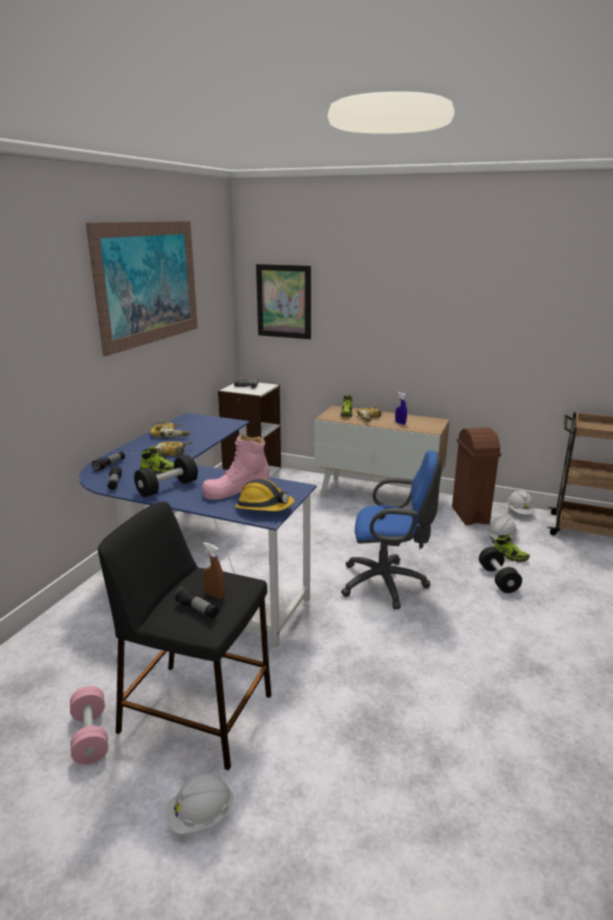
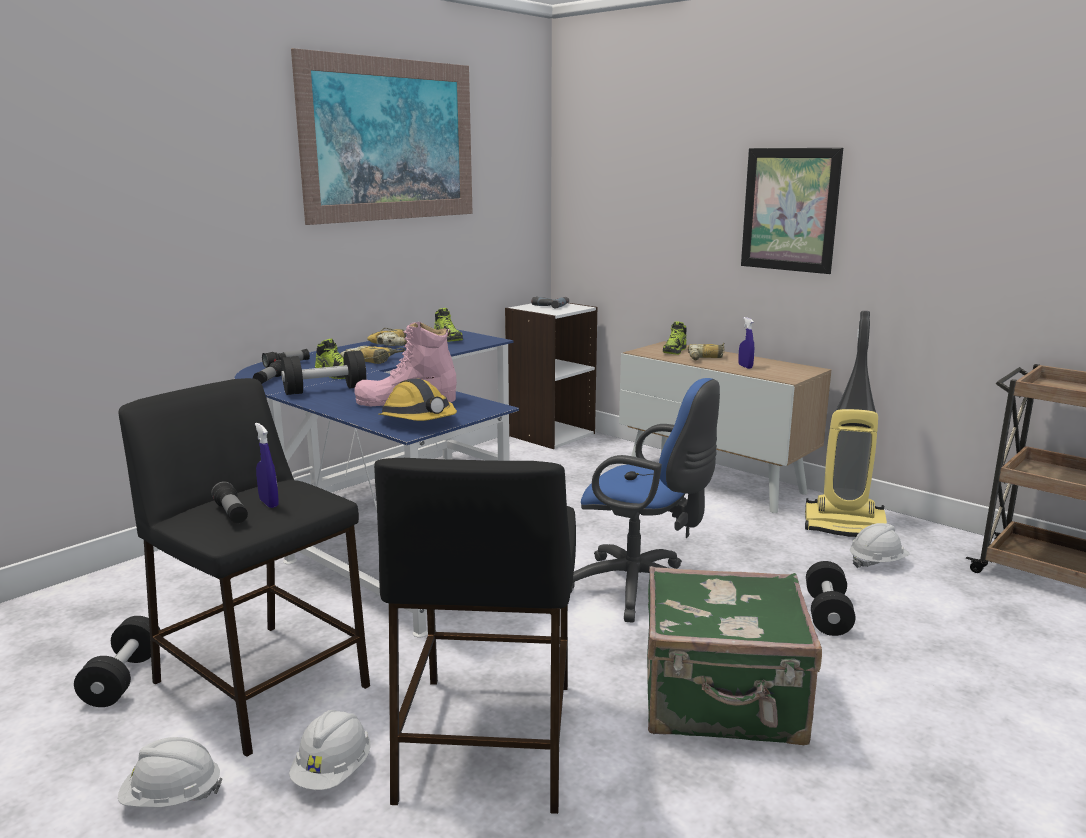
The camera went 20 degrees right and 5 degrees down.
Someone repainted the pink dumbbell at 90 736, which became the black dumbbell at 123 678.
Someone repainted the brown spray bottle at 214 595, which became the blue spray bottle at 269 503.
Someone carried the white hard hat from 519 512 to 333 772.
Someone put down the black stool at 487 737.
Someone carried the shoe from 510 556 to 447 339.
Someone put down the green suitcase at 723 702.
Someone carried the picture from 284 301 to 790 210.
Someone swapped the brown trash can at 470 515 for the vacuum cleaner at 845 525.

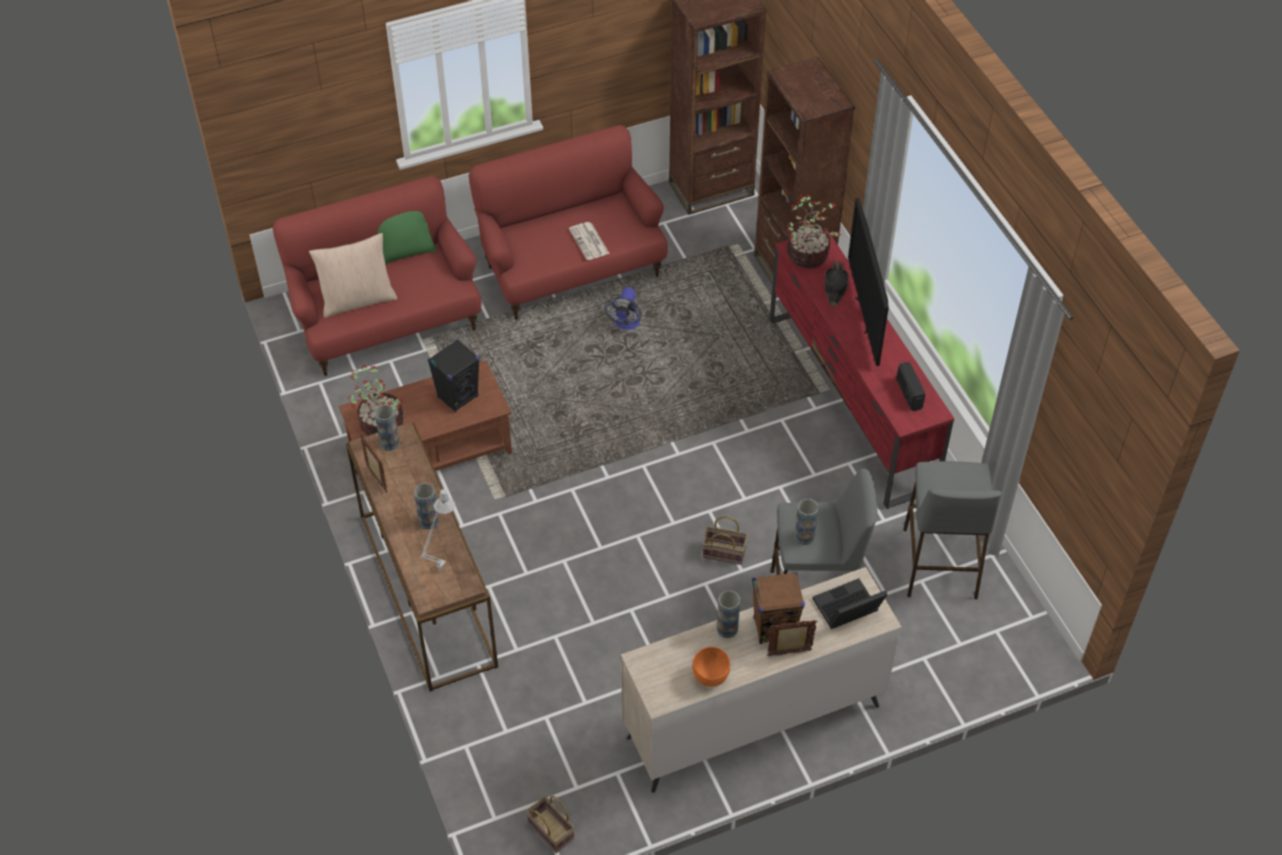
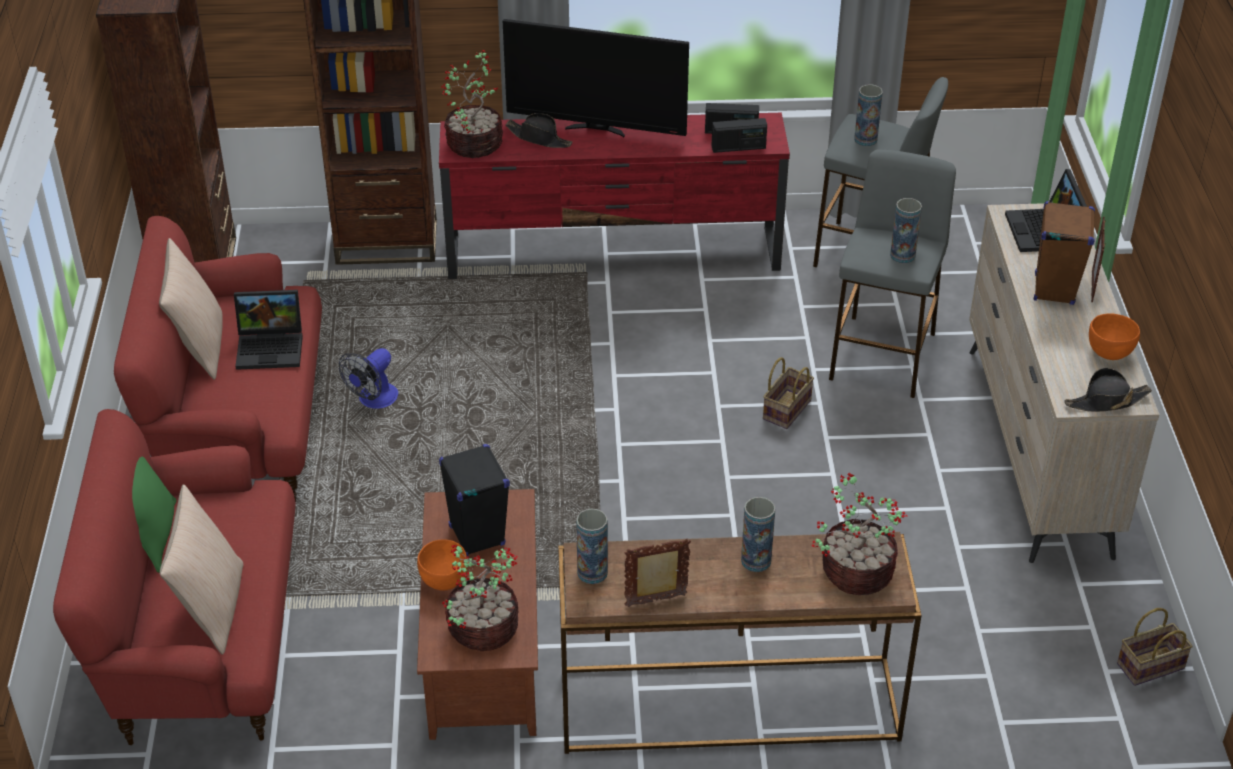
The camera went 70 degrees left and 10 degrees down.
Someone put down the beige pillow at 199 346.
Someone swapped the newspaper at 589 242 for the laptop at 272 347.
Someone rotated the fan at 625 324 by 90 degrees clockwise.
Someone put down the orange bowl at 444 581.
Someone put down the radio at 738 147.
Someone swapped the grey table lamp at 437 575 for the potted plant at 854 572.
Someone carried the vase from 727 629 to 865 139.
Someone put down the black hat at 1106 401.

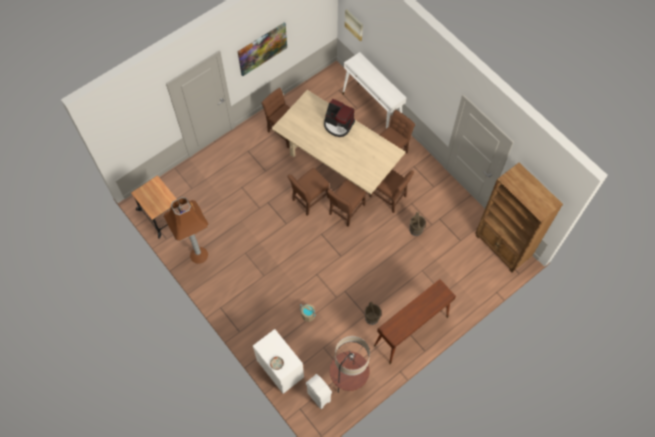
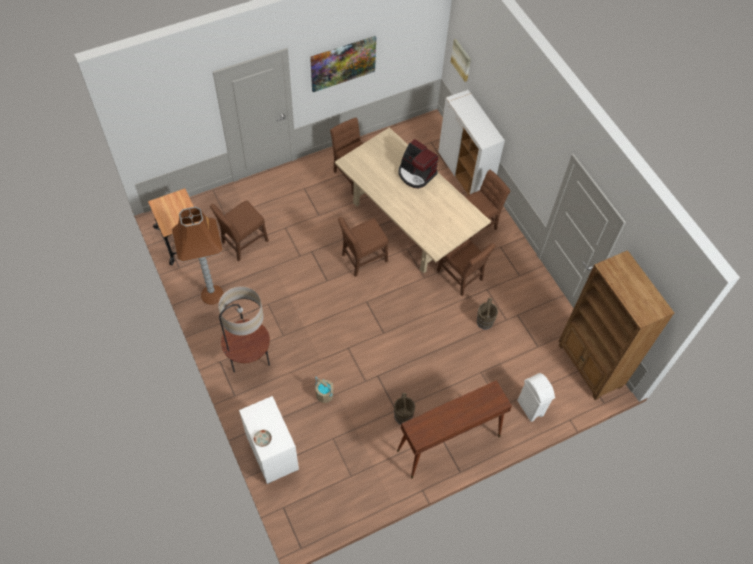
The camera went 10 degrees right and 5 degrees down.
Someone carried the brown chair from 346 211 to 243 243.
Someone carried the floor lamp from 348 381 to 250 362.
Someone swapped the white console table at 372 110 for the white cabinet at 465 173.
Someone carried the white trash can from 319 397 to 530 408.

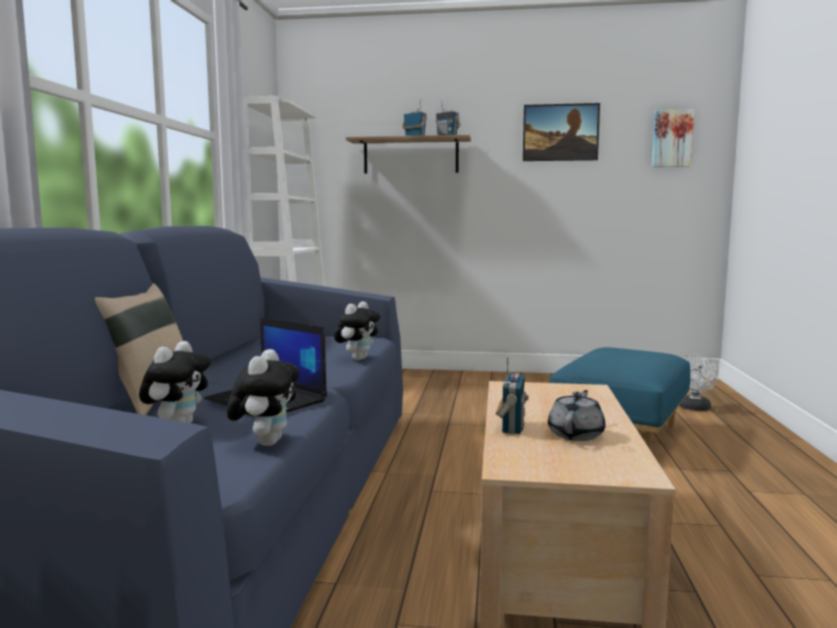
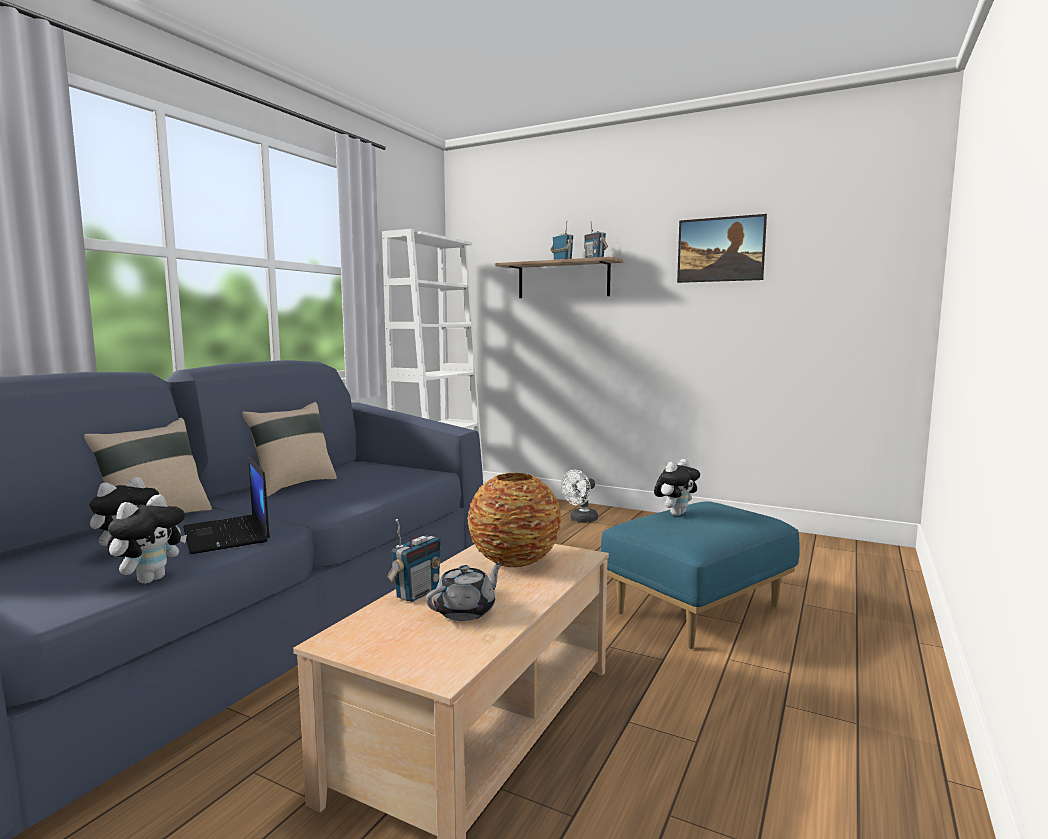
The camera went 20 degrees right and 0 degrees up.
Someone put down the beige pillow at 293 485.
Someone put down the vase at 515 560.
Someone carried the white fan from 694 408 to 580 520.
Someone carried the plush toy from 358 359 to 676 513.
Someone took away the picture at 672 139.

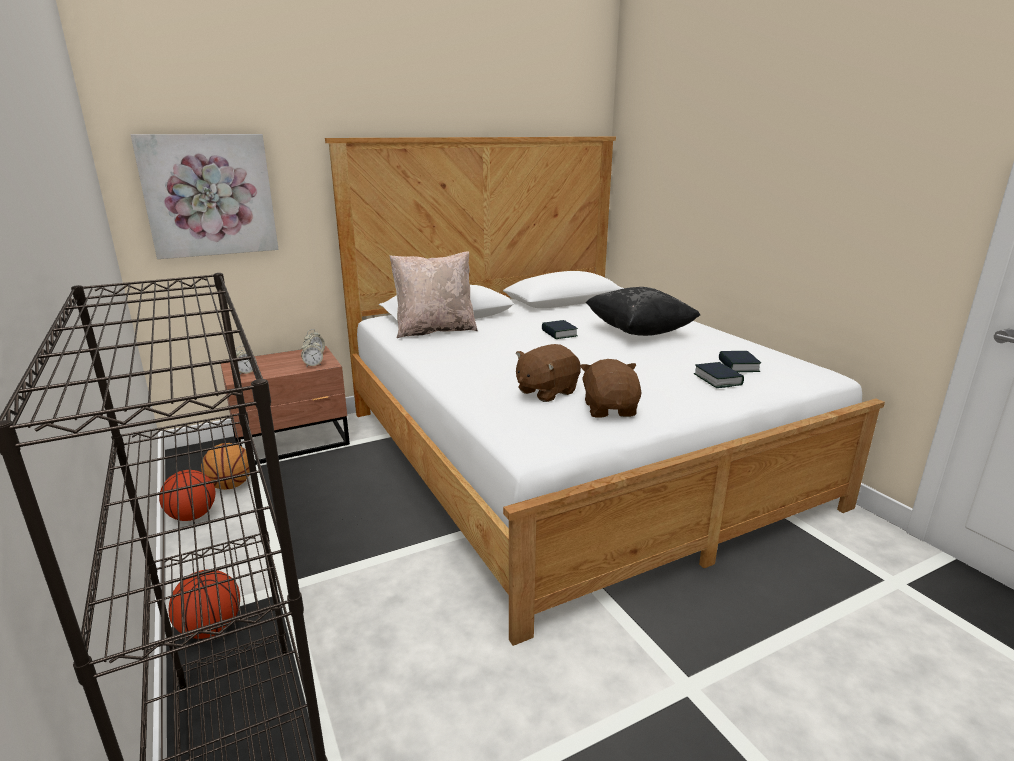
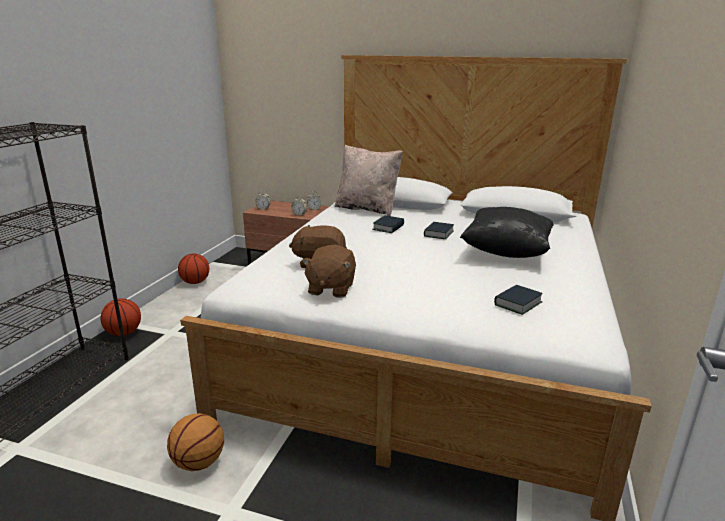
The camera went 45 degrees right and 0 degrees up.
Someone carried the basketball from 230 486 to 198 462.
Someone rotated the brown plush toy at 610 409 by 150 degrees clockwise.
Someone carried the book from 717 379 to 388 227.
Someone took away the picture at 209 195.

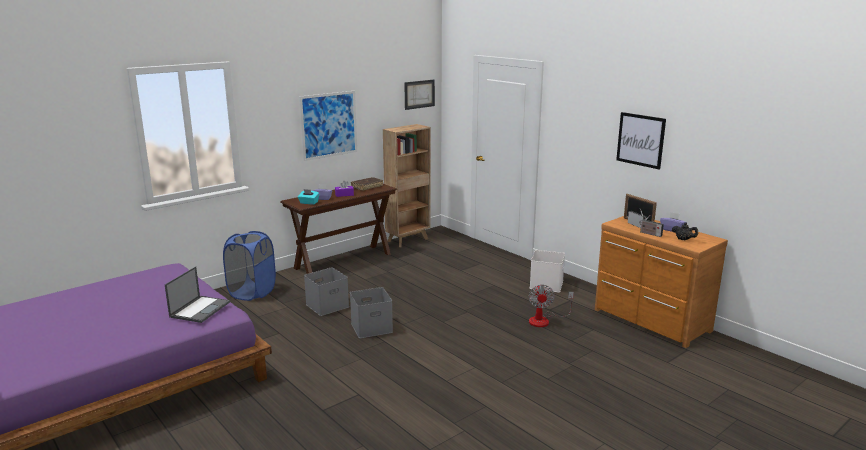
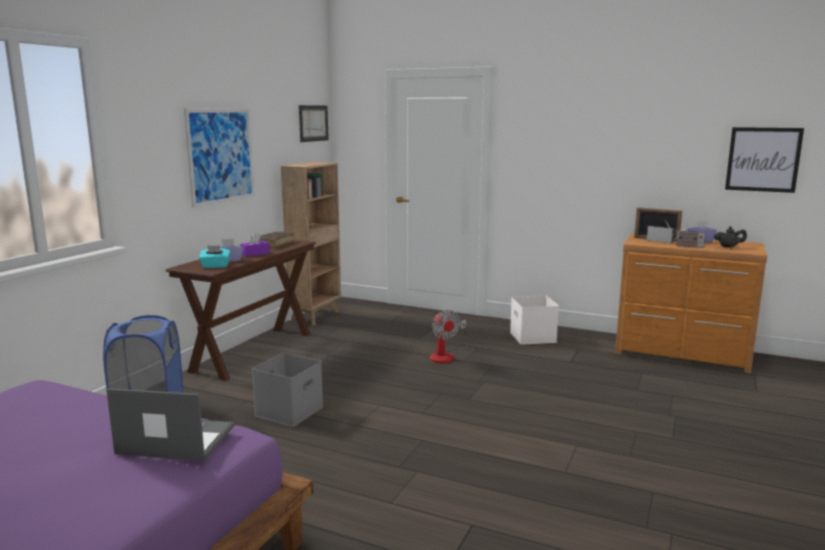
The camera went 25 degrees left and 5 degrees down.
Someone rotated the laptop at 200 309 by 75 degrees counterclockwise.
Someone carried the fan from 544 320 to 446 355.
Someone carried the picture from 640 140 to 763 159.
Someone took away the grey storage box at 372 327.

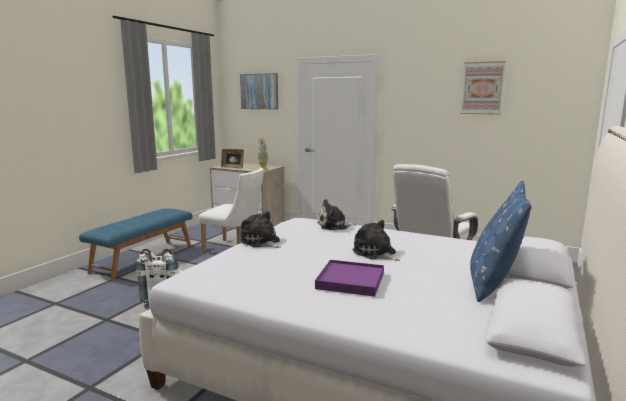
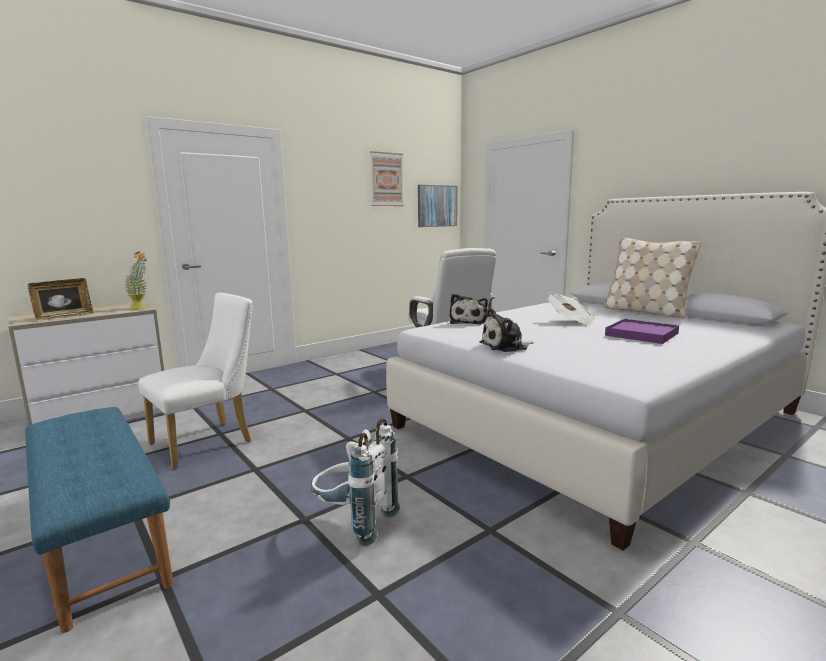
The camera went 65 degrees left and 0 degrees up.
Someone carried the picture from 259 91 to 437 206.
Someone swapped the plush toy at 375 253 for the newspaper at 570 322.
Someone repainted the blue pillow at 493 283, which became the beige pillow at 645 312.

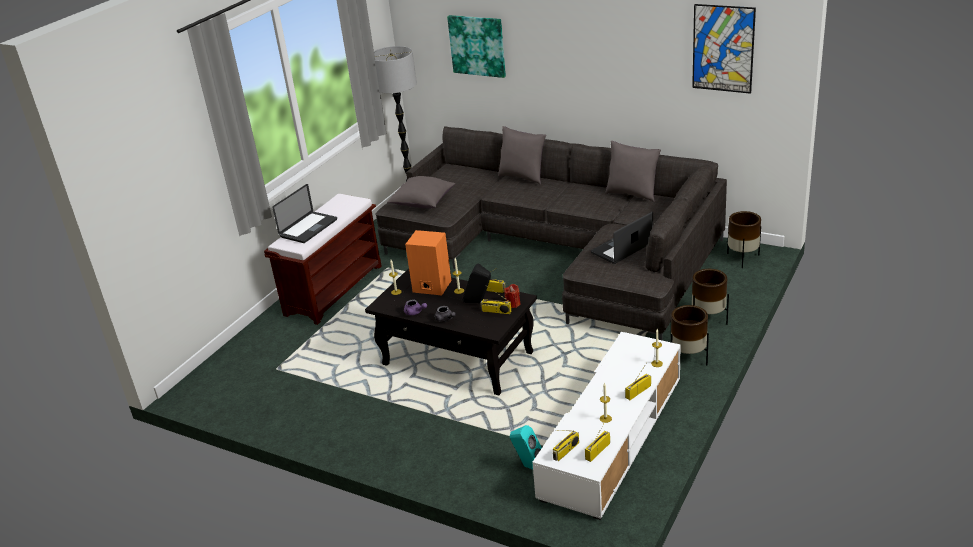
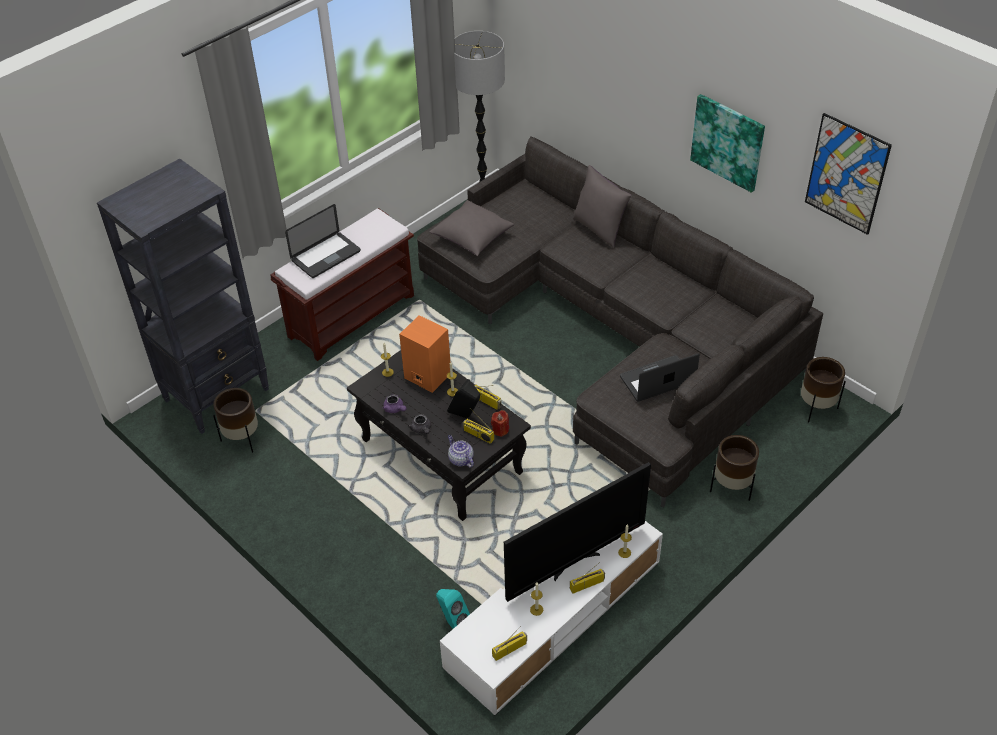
The camera went 15 degrees right and 15 degrees up.
Someone put down the black bookcase at 217 394.
Someone carried the brown planter from 688 358 to 242 438.
Someone put down the teapot at 460 459.
Someone put down the television at 574 563.
Someone carried the picture from 477 45 to 728 142.
Someone took away the radio at 566 451.
Someone took away the grey pillow at 632 194.

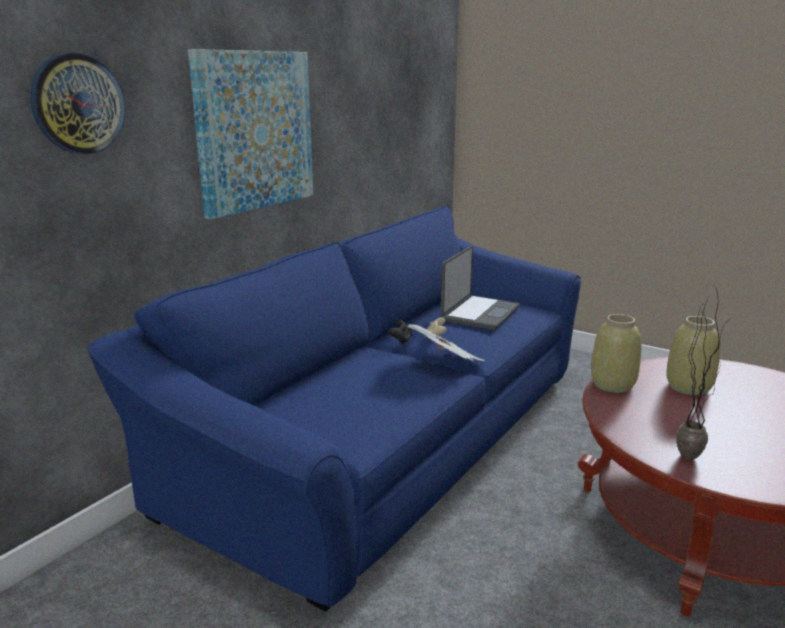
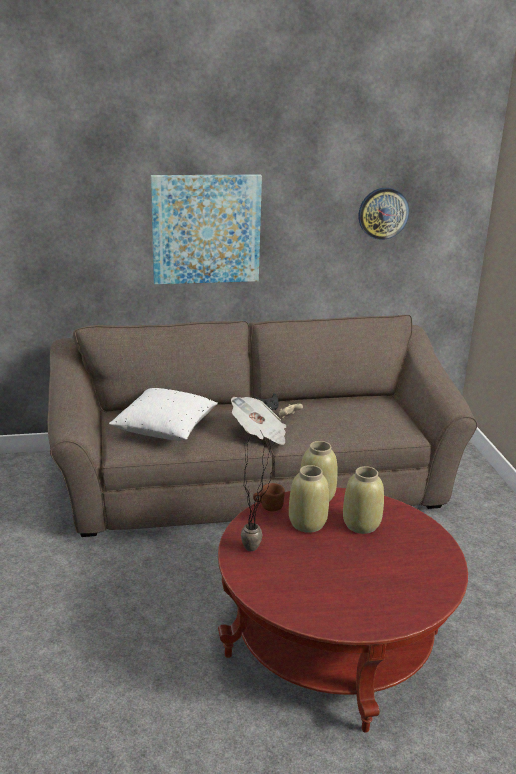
The camera went 45 degrees right and 5 degrees up.
Someone repainted the blue sofa at 391 437, which became the brown sofa at 255 481.
Someone put down the white pillow at 165 429.
Someone put down the brown mug at 268 507.
Someone put down the beige vase at 308 523.
Someone carried the wall clock from 78 104 to 383 213.
Someone took away the laptop at 479 313.

